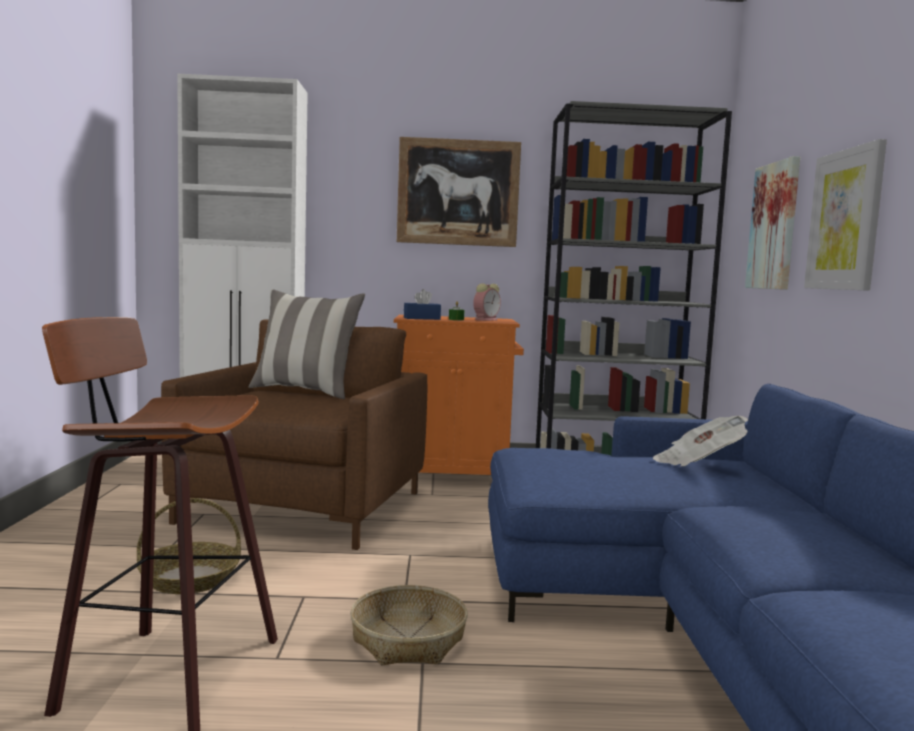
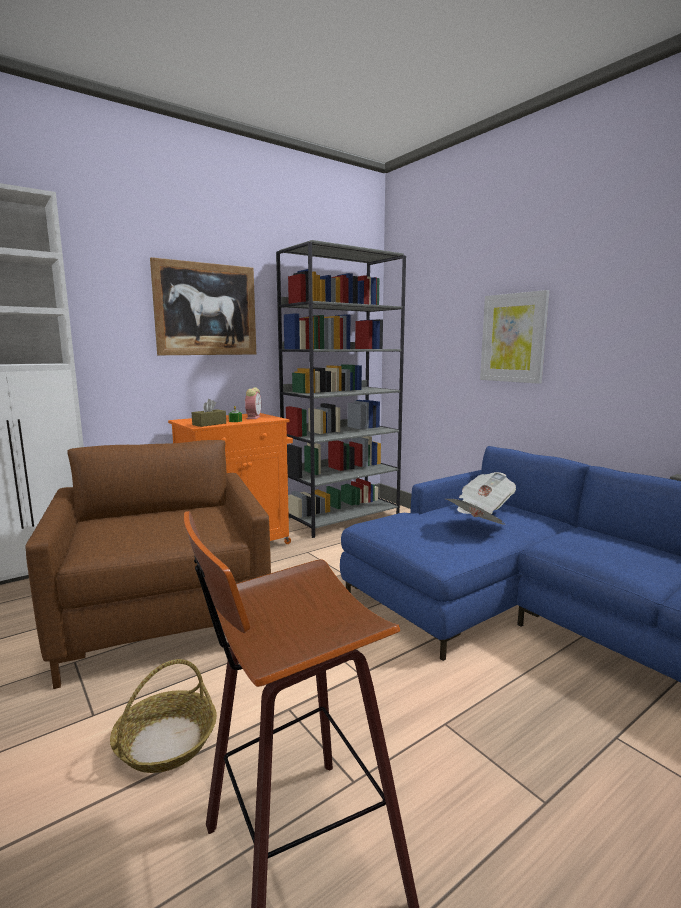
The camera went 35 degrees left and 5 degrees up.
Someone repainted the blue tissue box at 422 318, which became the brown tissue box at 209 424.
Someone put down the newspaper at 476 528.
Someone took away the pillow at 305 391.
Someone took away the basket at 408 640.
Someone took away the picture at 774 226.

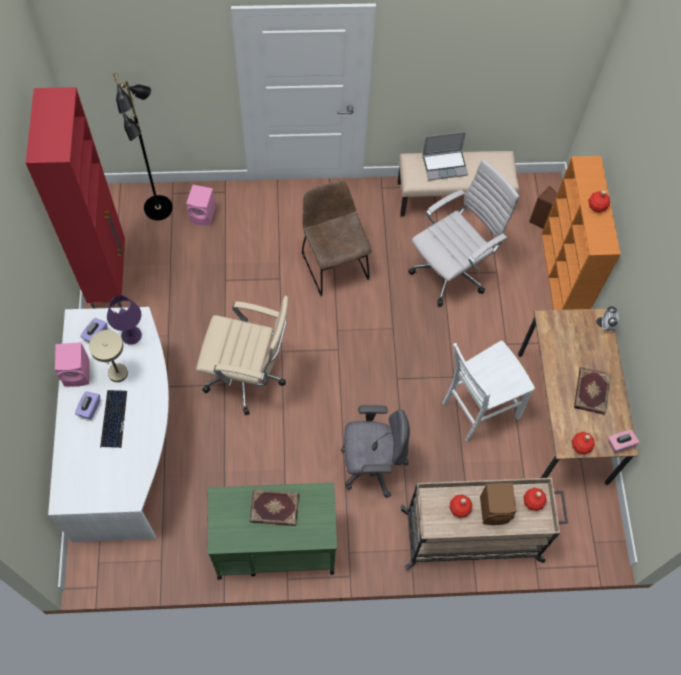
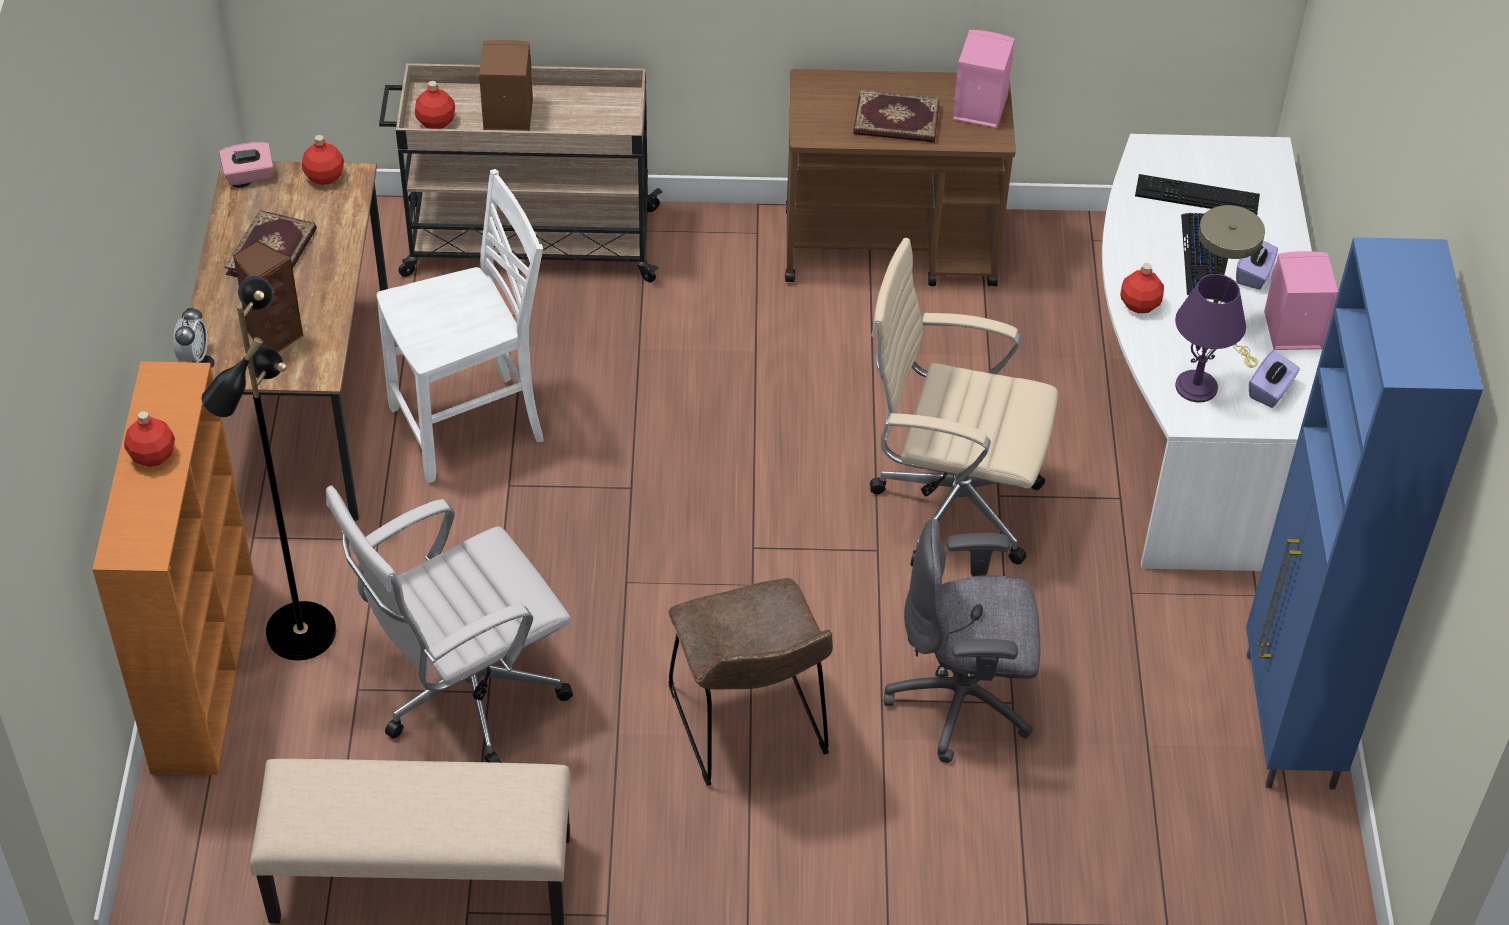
The camera went 175 degrees left and 15 degrees down.
Someone carried the black floor lamp from 159 209 to 299 631.
Someone carried the brown speaker from 540 221 to 273 337.
Someone repainted the green cart at 274 546, which became the brown cart at 891 248.
Someone carried the grey office chair from 371 465 to 963 701.
Someone carried the pink speaker from 203 215 to 977 107.
Someone carried the red bottle from 459 508 to 1139 304.
Someone put down the keyboard at 1197 195.
Someone repainted the red cabinet at 109 277, which became the blue cabinet at 1288 722.
Someone took away the laptop at 445 165.

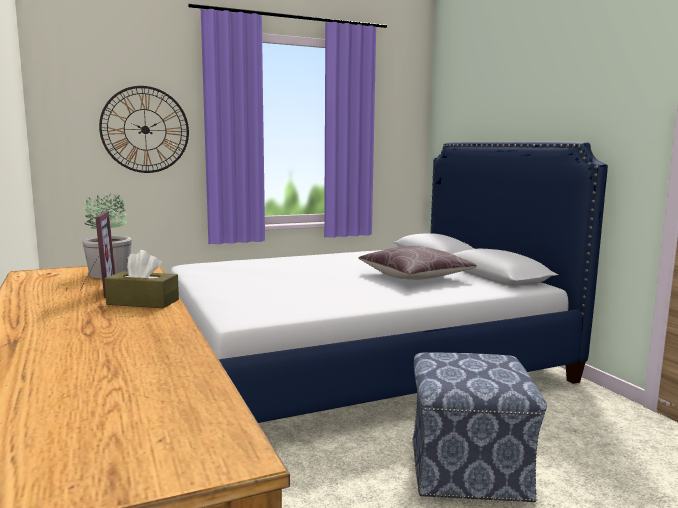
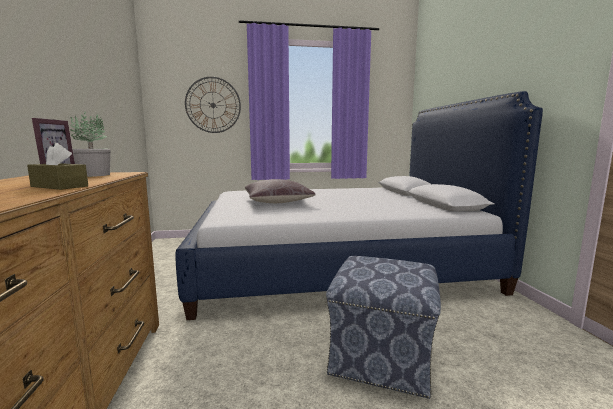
The camera went 15 degrees right and 0 degrees up.
Someone carried the brown pillow from 415 277 to 277 202.

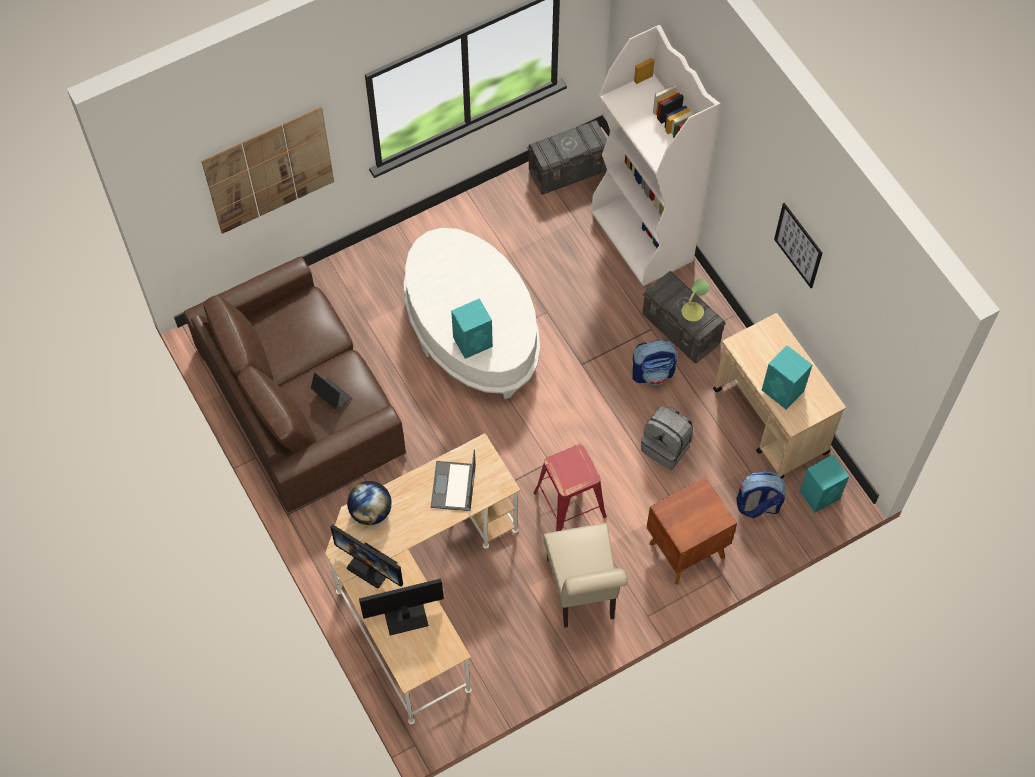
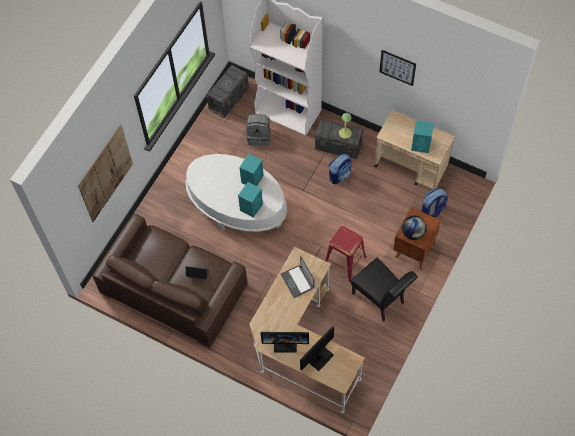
The camera went 30 degrees left and 0 degrees up.
Someone carried the turquoise speaker from 820 494 to 252 178.
Someone carried the grey backpack from 666 447 to 259 136.
Someone repainted the beige chair at 582 593, which became the black chair at 381 300.
Someone carried the globe from 371 511 to 413 233.

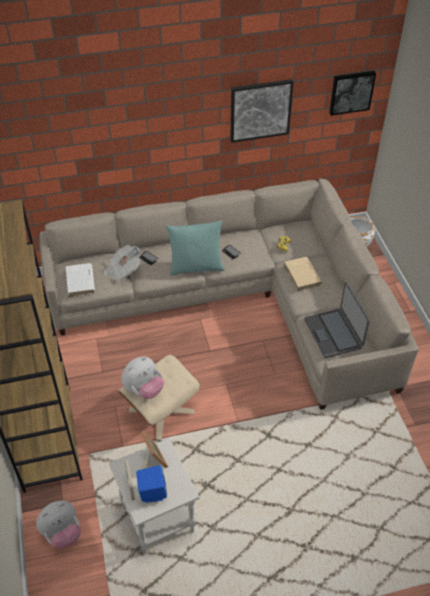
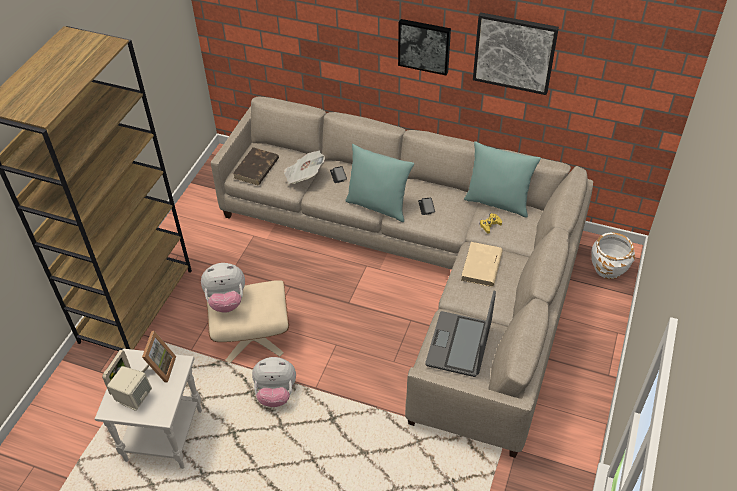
The camera went 35 degrees right and 0 degrees up.
Someone repainted the blue speaker at 152 492, which became the beige speaker at 134 397.
Someone repainted the white book at 80 282, which became the brown book at 256 169.
Someone carried the plush toy from 62 533 to 276 393.
Someone carried the picture from 351 92 to 424 45.
Someone put down the turquoise pillow at 497 202.

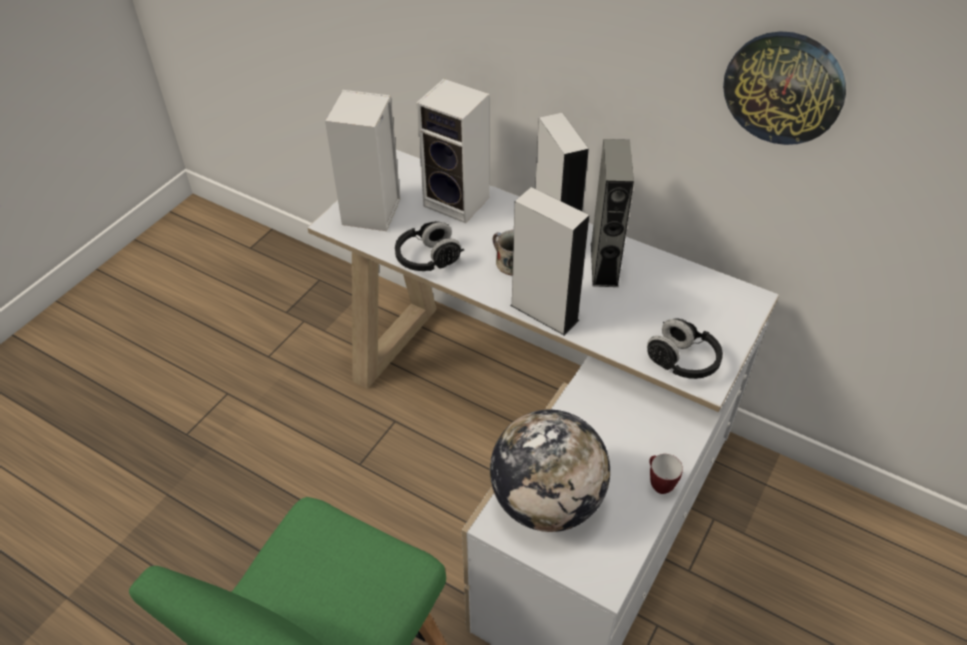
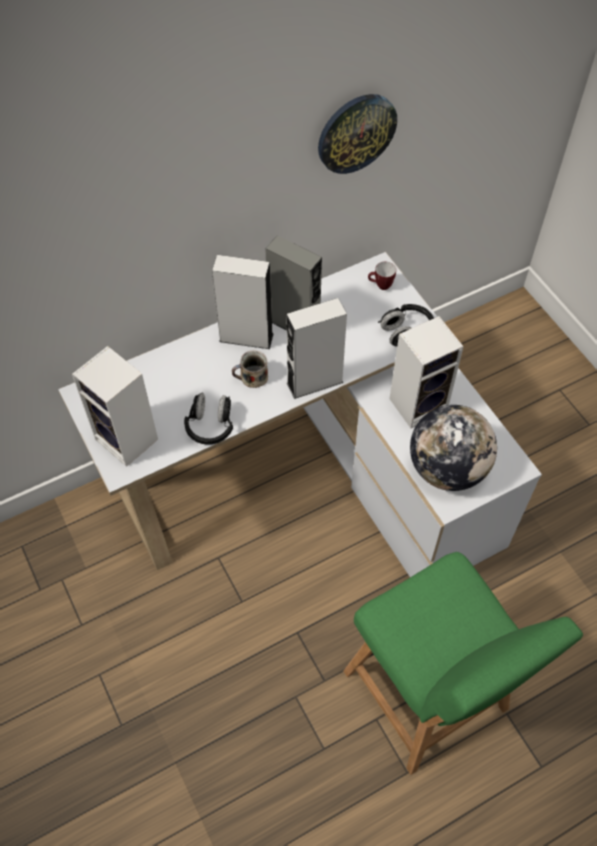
The camera went 60 degrees left and 10 degrees up.
Someone carried the mug from 658 484 to 380 286.
Someone carried the speaker from 459 202 to 419 403.

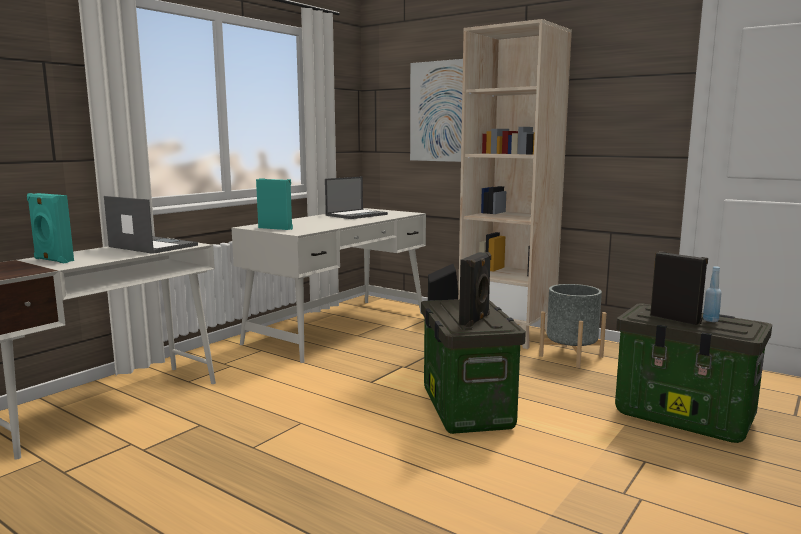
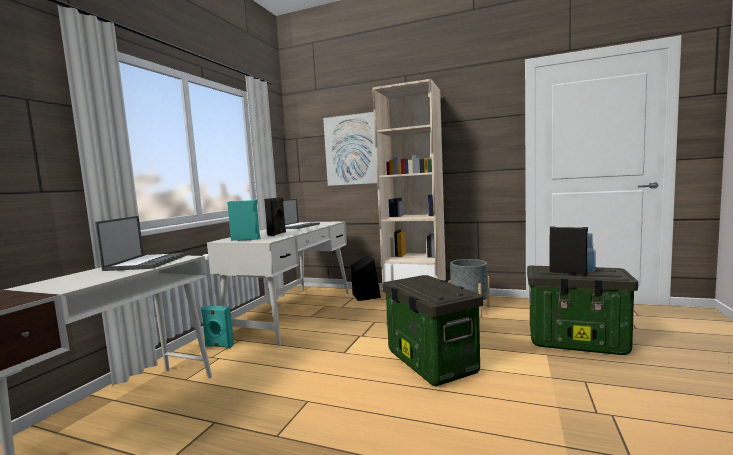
The camera went 15 degrees left and 5 degrees down.
Someone rotated the laptop at 152 246 by 75 degrees clockwise.
Someone carried the turquoise speaker from 52 260 to 218 346.
Someone carried the black speaker from 475 320 to 277 234.

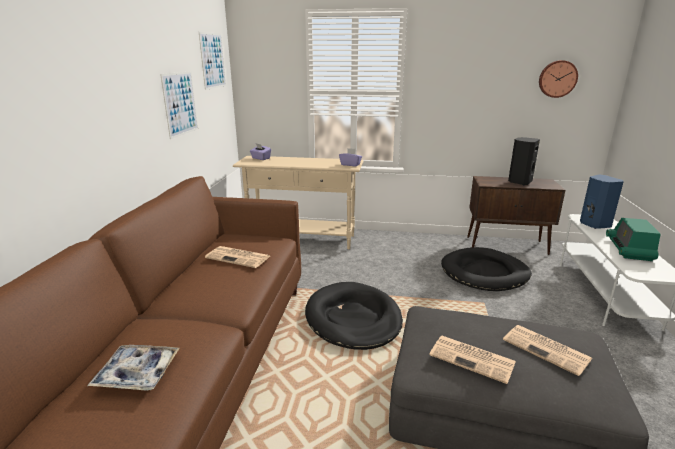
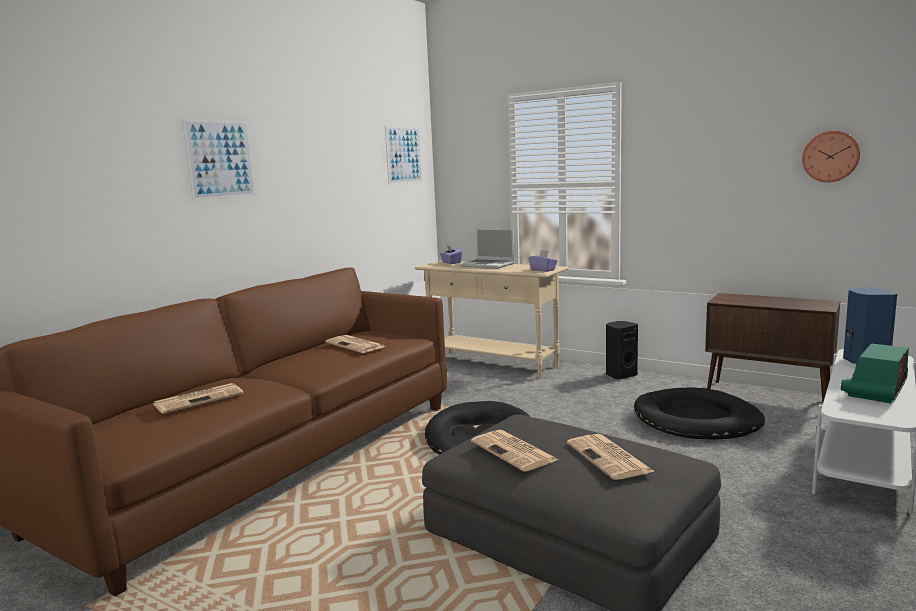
The camera went 25 degrees right and 10 degrees down.
Someone swapped the tray at 137 373 for the newspaper at 200 399.
Someone carried the picture from 180 104 to 220 159.
Someone put down the laptop at 488 265.
Someone carried the black speaker from 519 182 to 620 375.

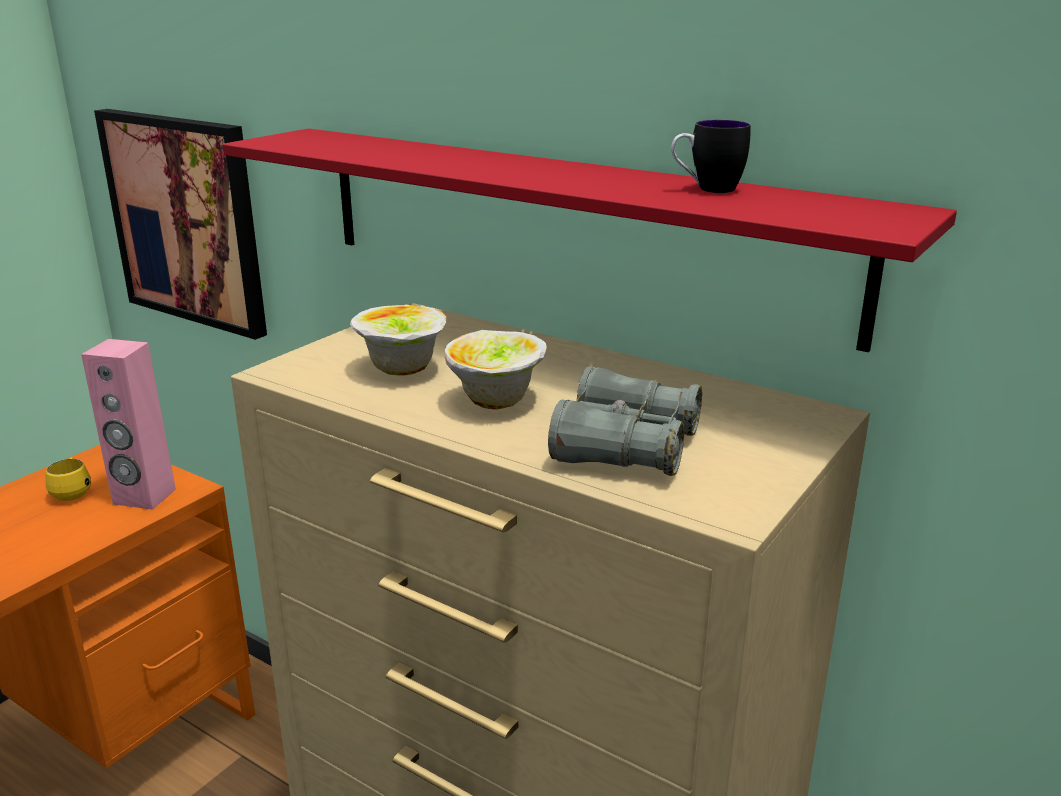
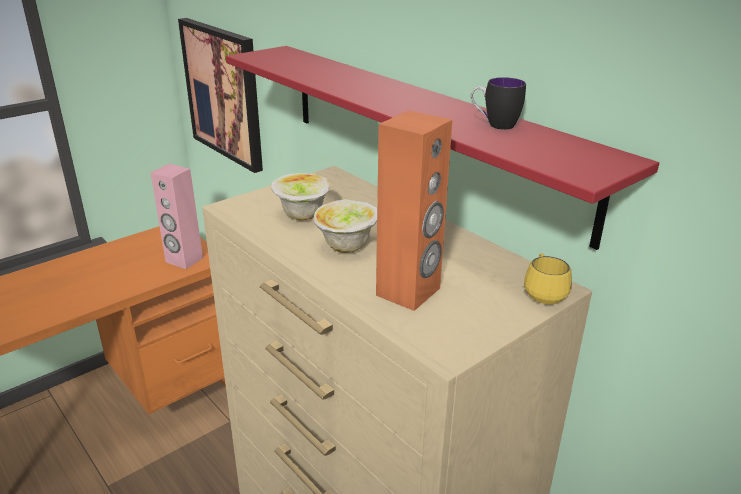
The camera went 15 degrees right and 5 degrees up.
Someone swapped the grey binoculars at 625 446 for the orange speaker at 409 292.
Someone carried the yellow mug from 73 492 to 543 293.

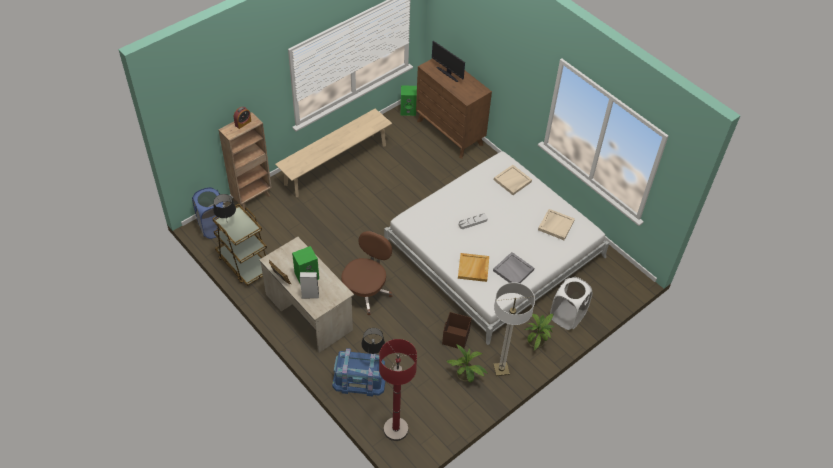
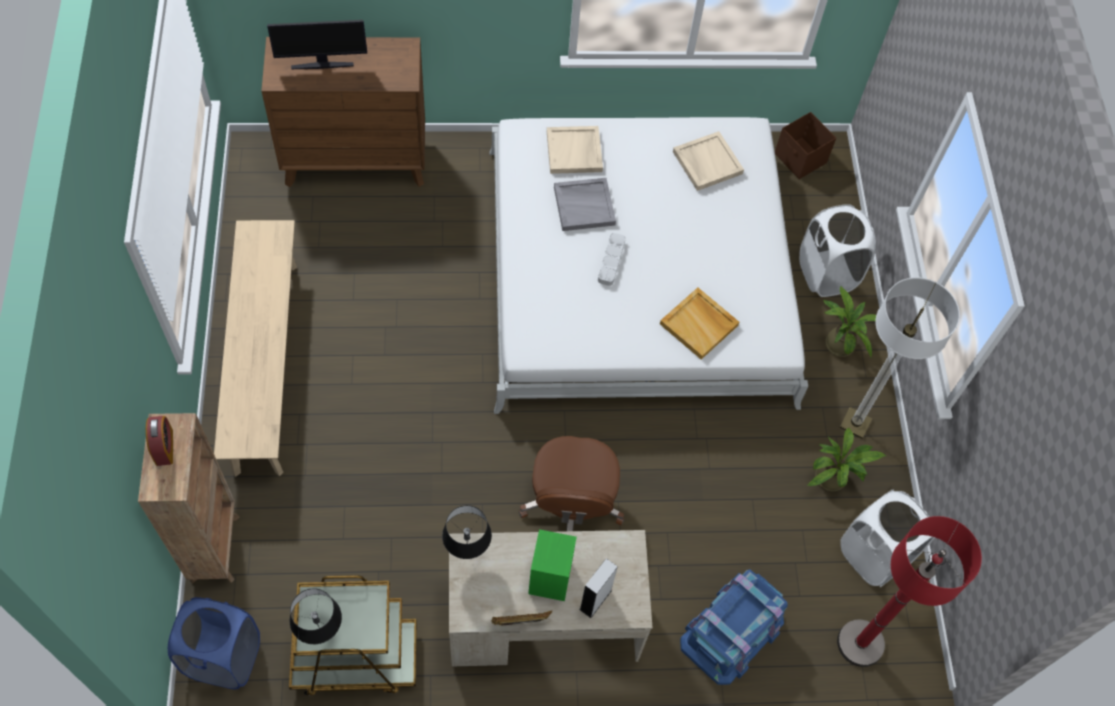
The camera went 55 degrees left and 10 degrees up.
Someone carried the black table lamp from 373 354 to 467 550.
Someone rotated the brown office chair at 366 291 by 150 degrees counterclockwise.
Someone carried the grey tray from 513 270 to 584 205.
Someone carried the brown storage box from 455 338 to 800 159.
Someone put down the white laundry basket at 874 555.
Someone took away the green speaker at 408 110.

